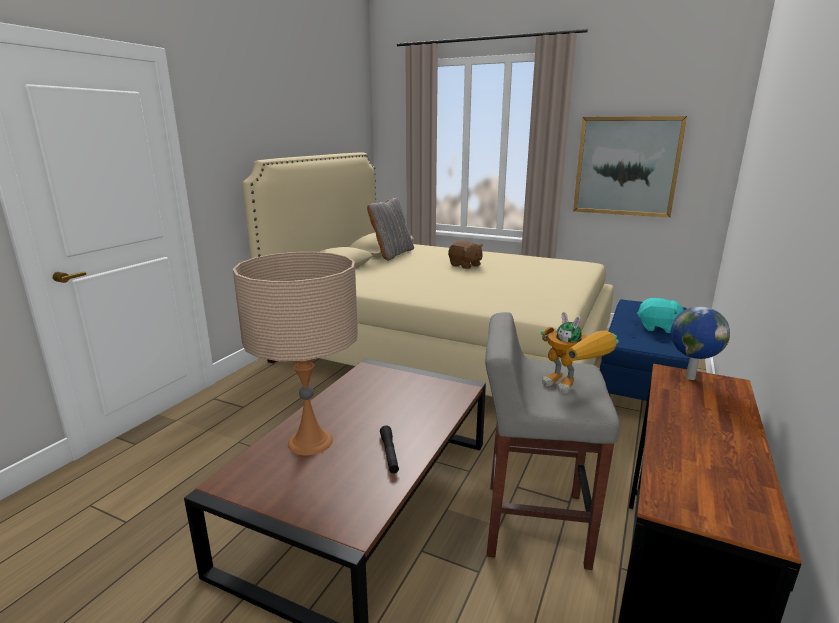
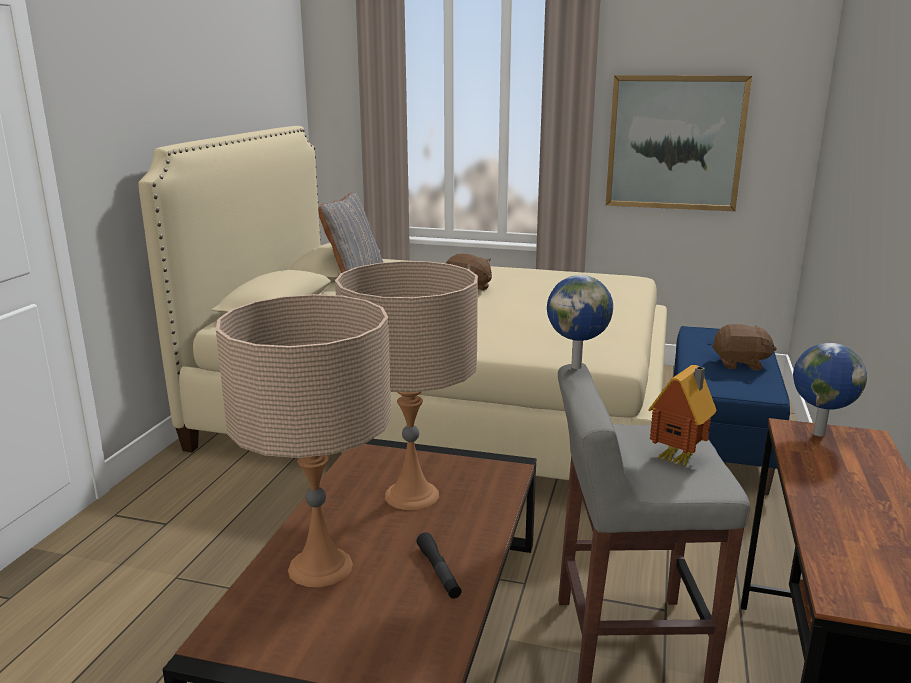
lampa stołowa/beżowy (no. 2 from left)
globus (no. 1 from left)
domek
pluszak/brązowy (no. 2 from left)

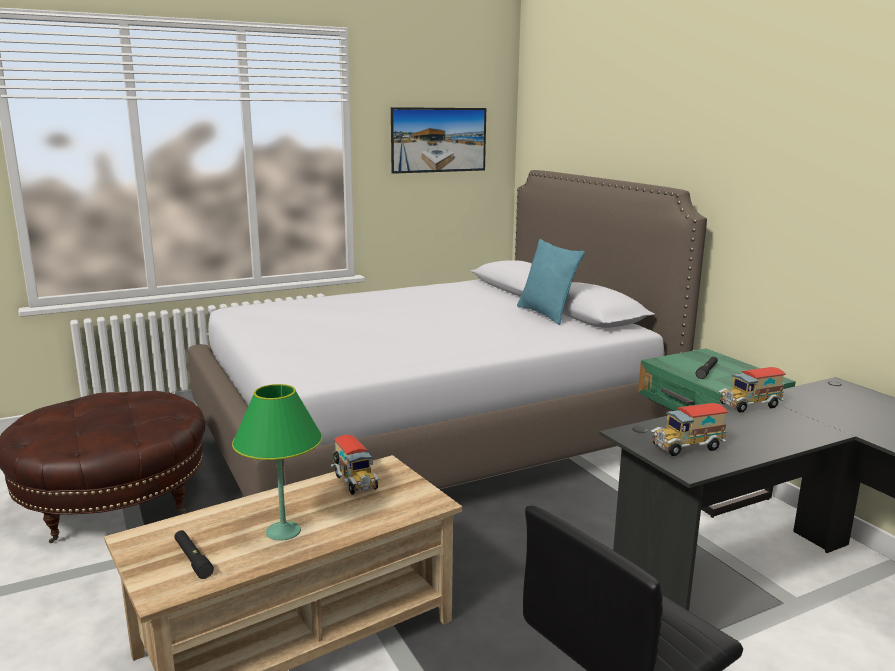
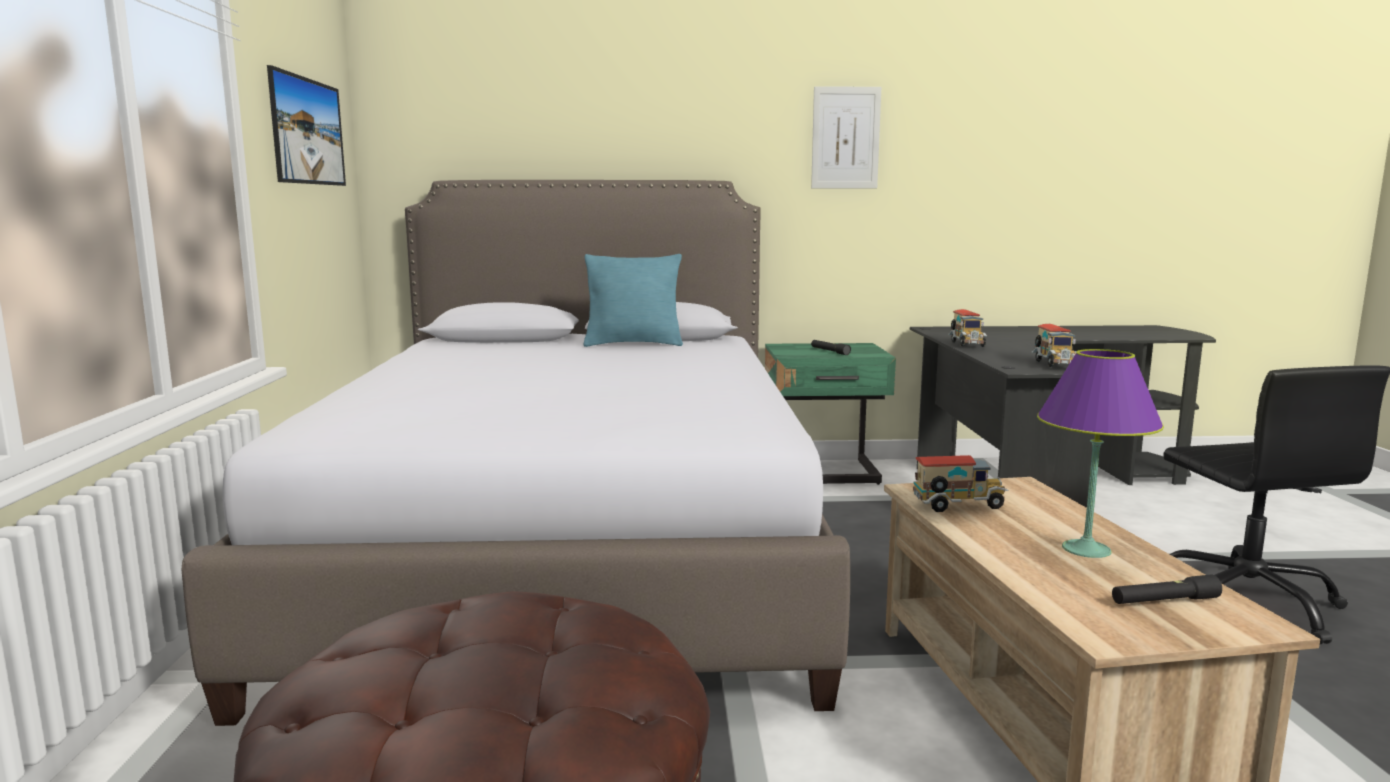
obraz (no. 2 from left)
lampa stołowa/fioletowy

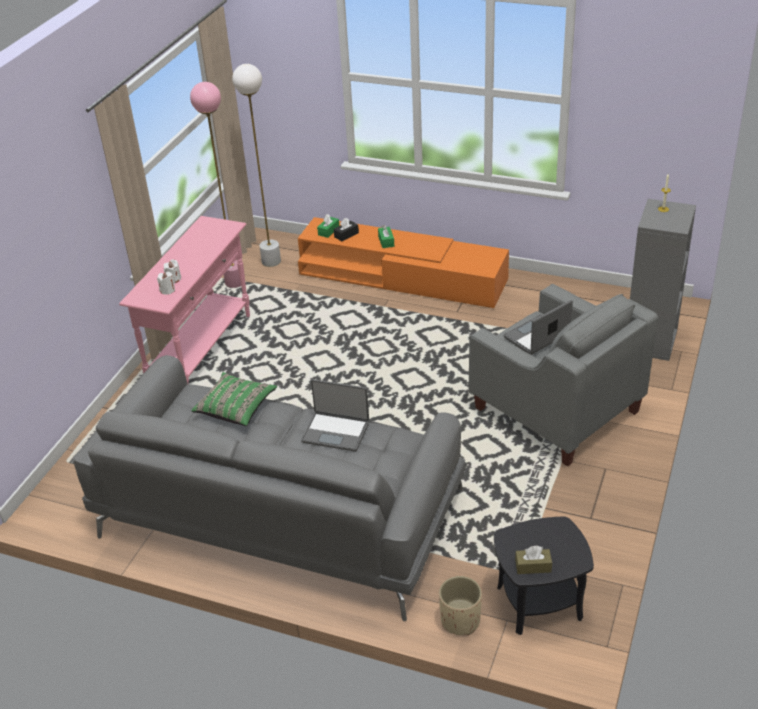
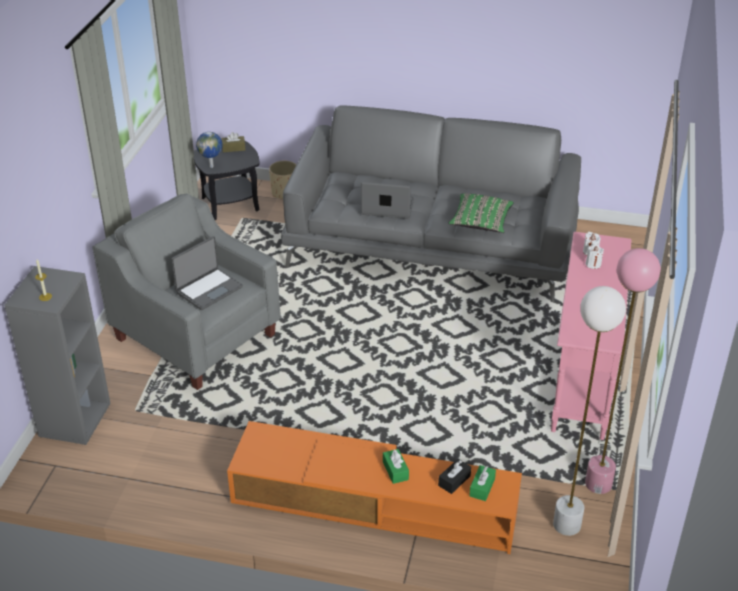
globus

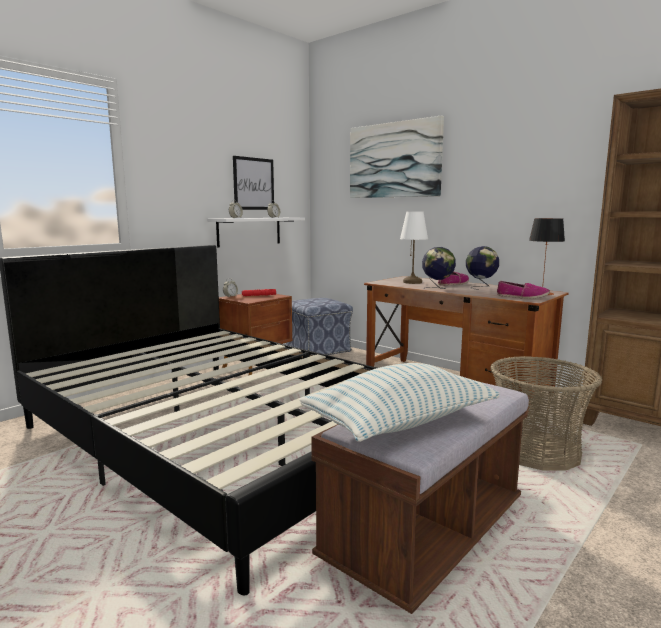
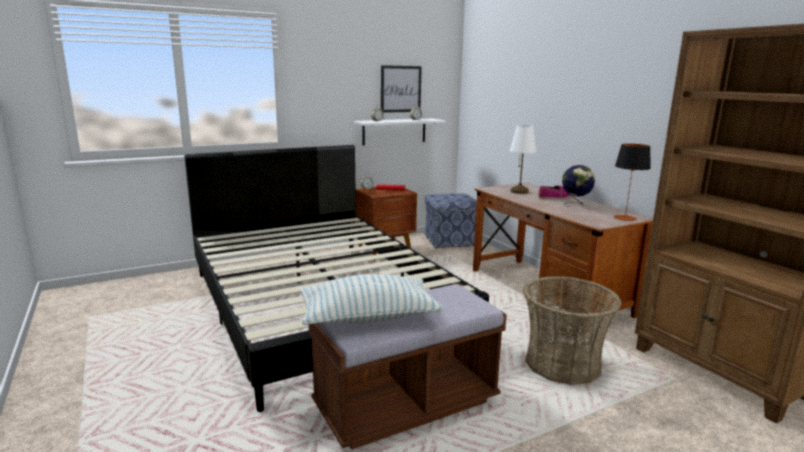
obraz (no. 2 from left in the first image)
globus (no. 1 from left in the first image)
but (no. 2 from left in the first image)

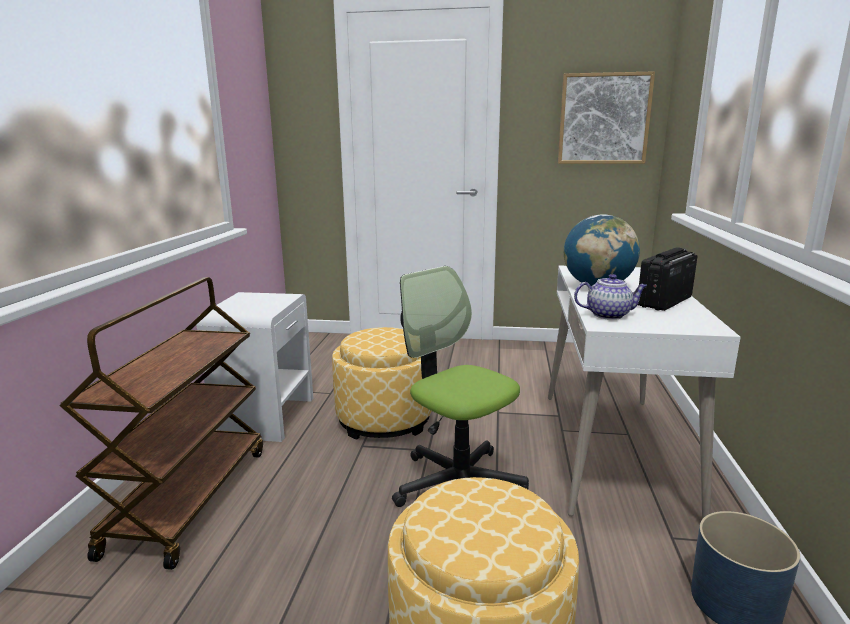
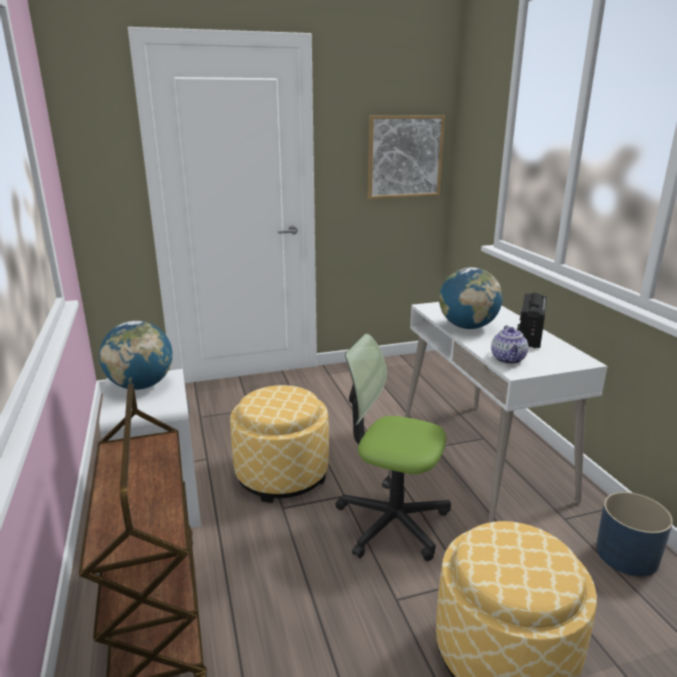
globus (no. 1 from left)
imbryk

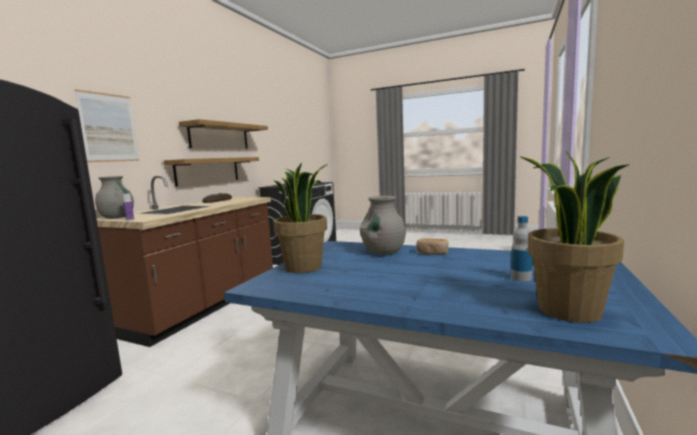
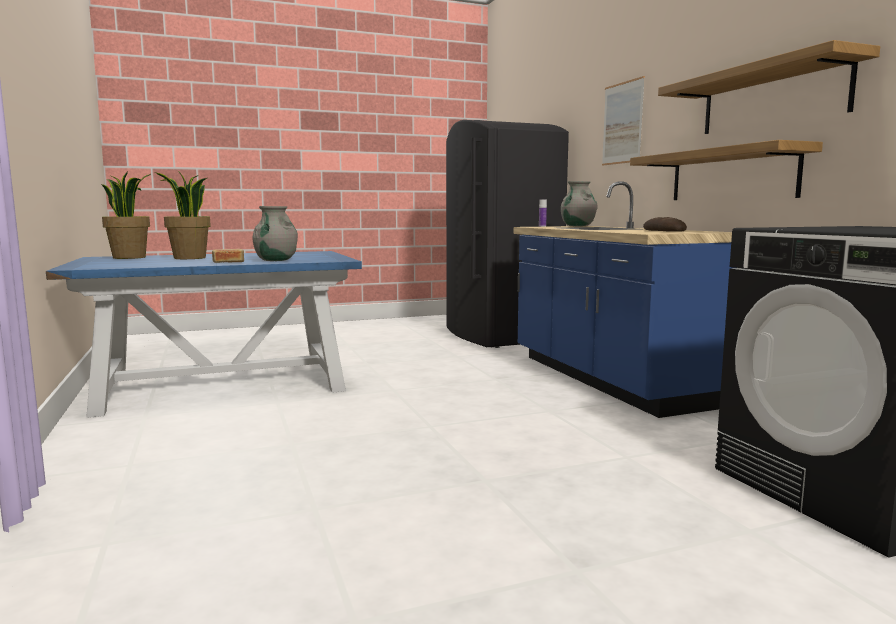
butelka (no. 2 from left in the first image)
roślina doniczkowa (no. 2 from left)
zabudowa kuchenna/niebieski

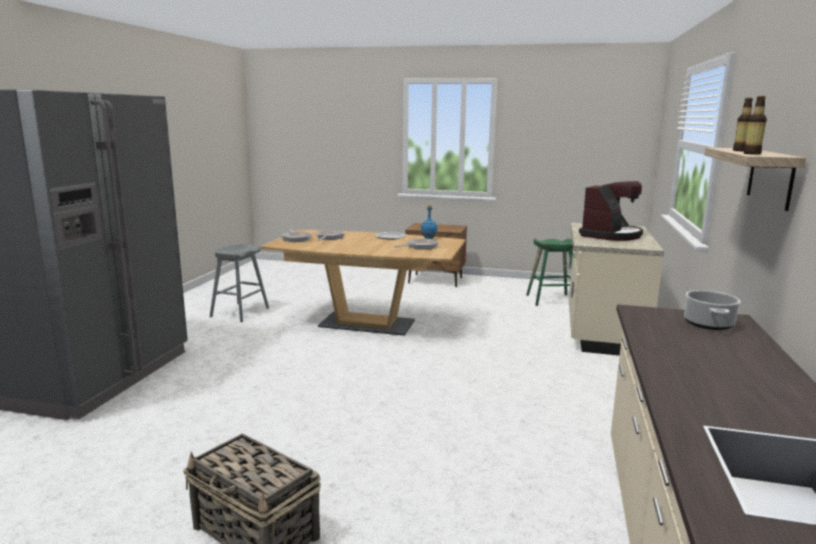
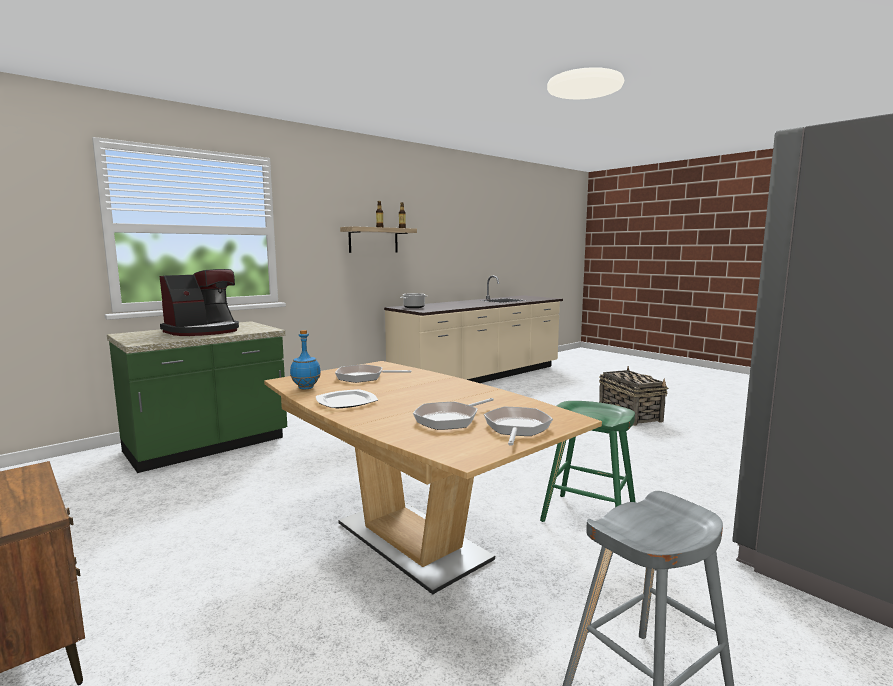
stołek/zielony
zabudowa kuchenna/zielony
ekspres do kawy

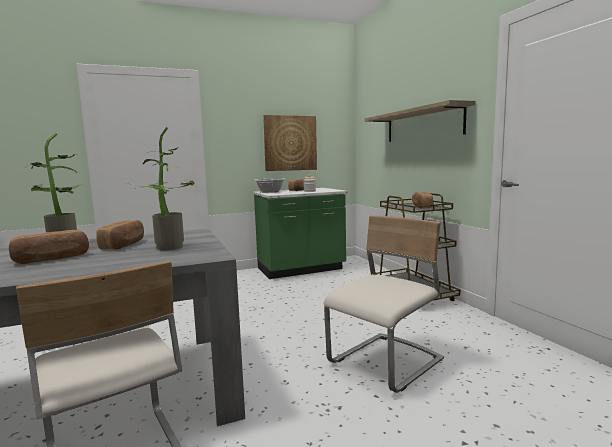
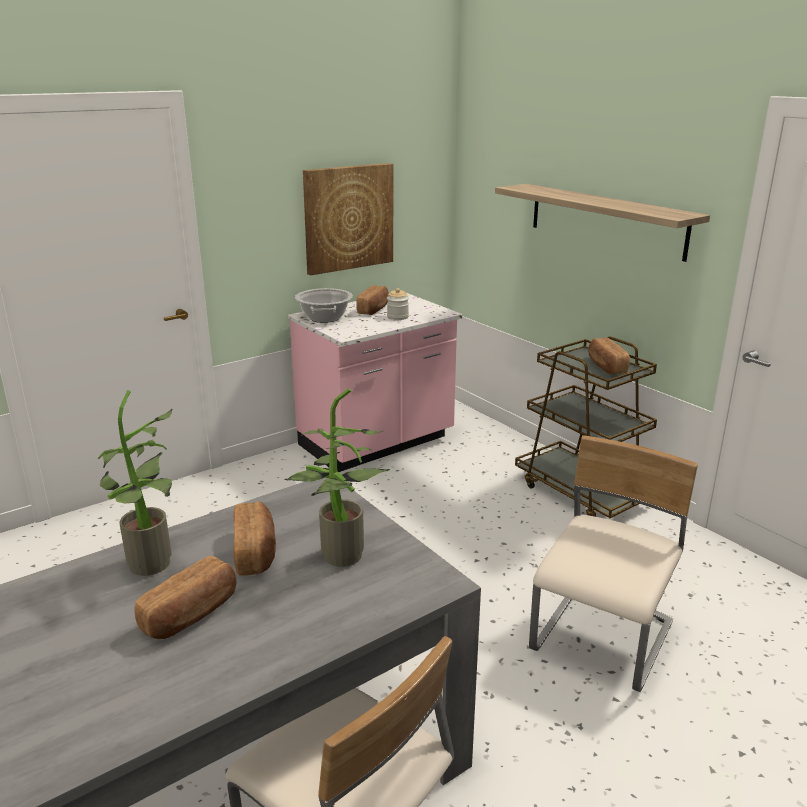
zabudowa kuchenna/różowy

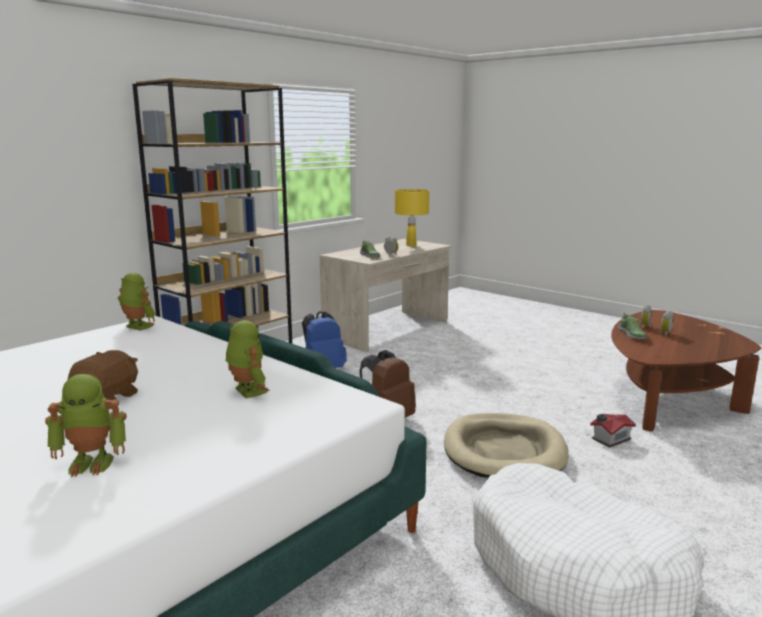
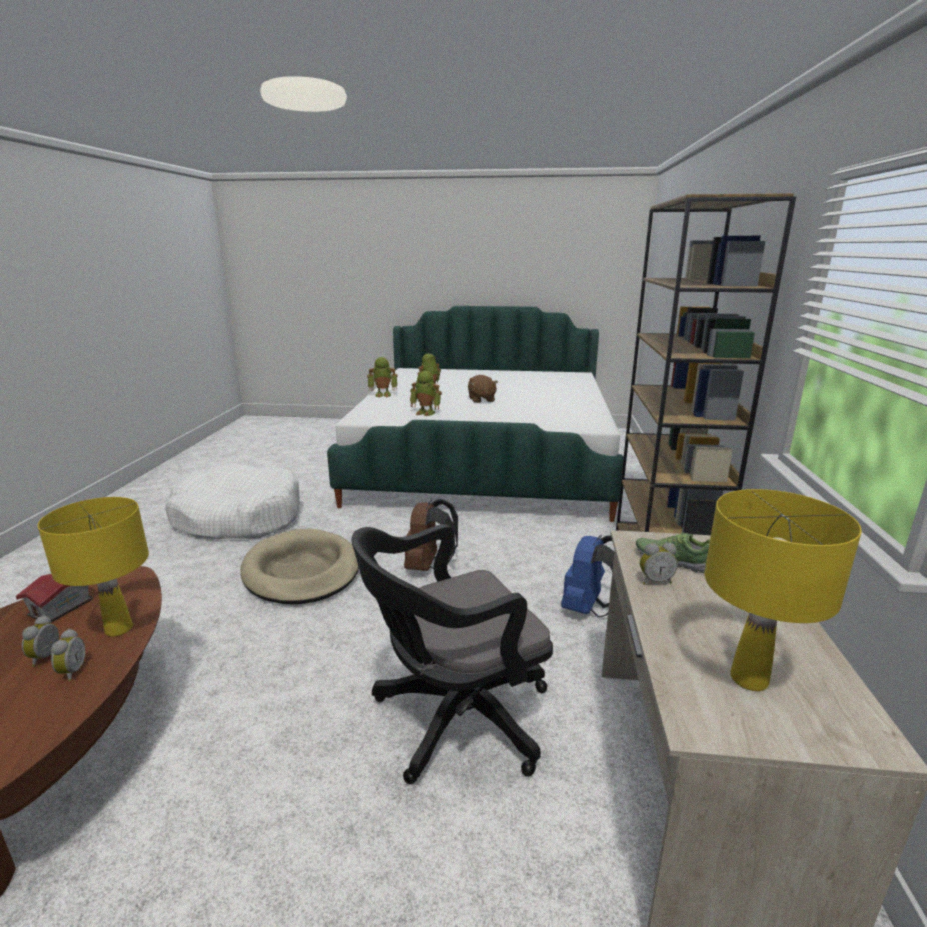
krzesło biurowe/czarny
robot zabawkowy (no. 1 from left)
domek
lampa stołowa/żółty (no. 1 from left)

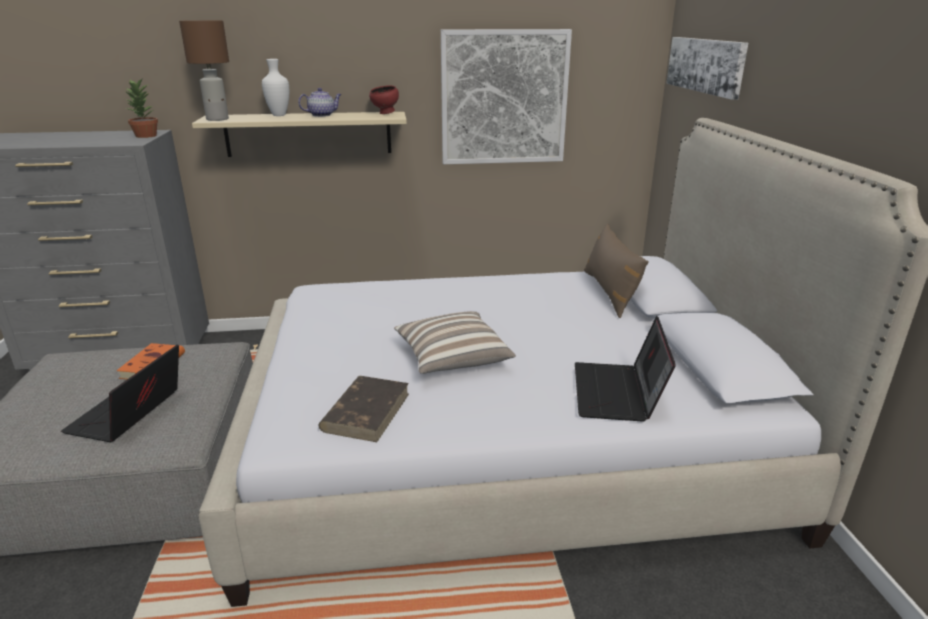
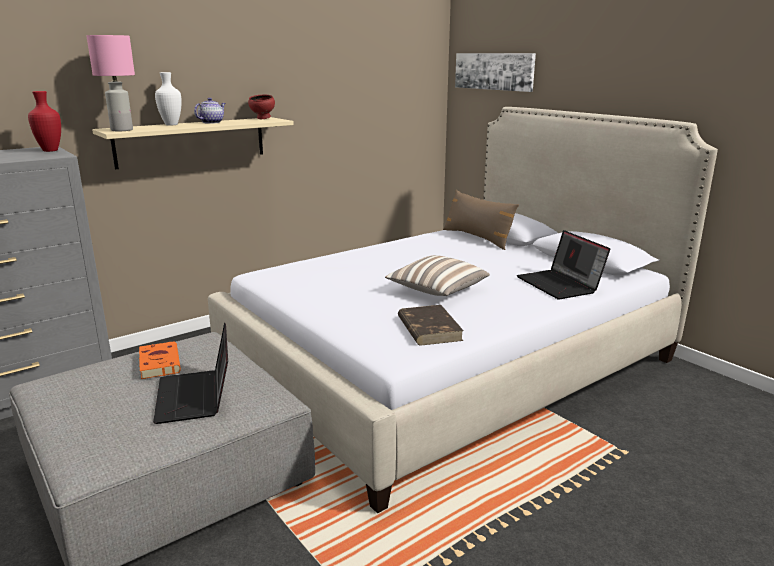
obraz (no. 1 from left in the first image)
wazon/czerwony
lampa stołowa/różowy

